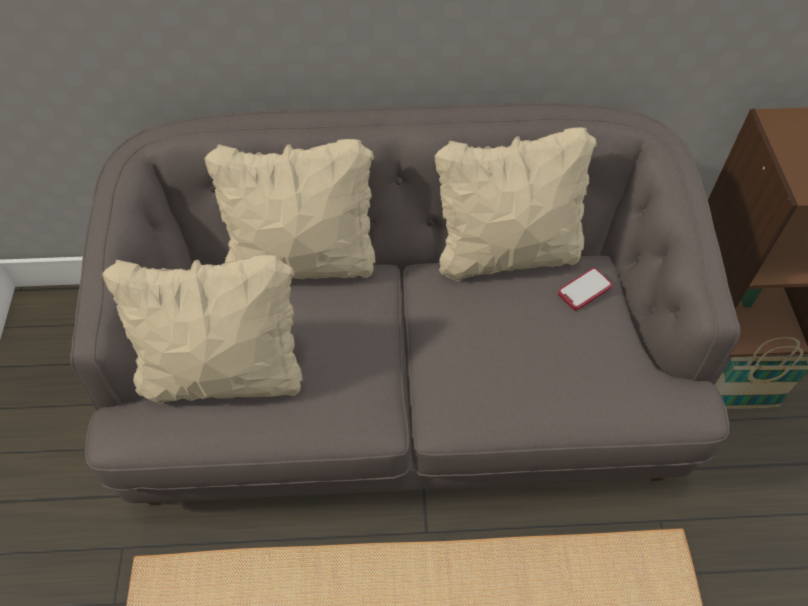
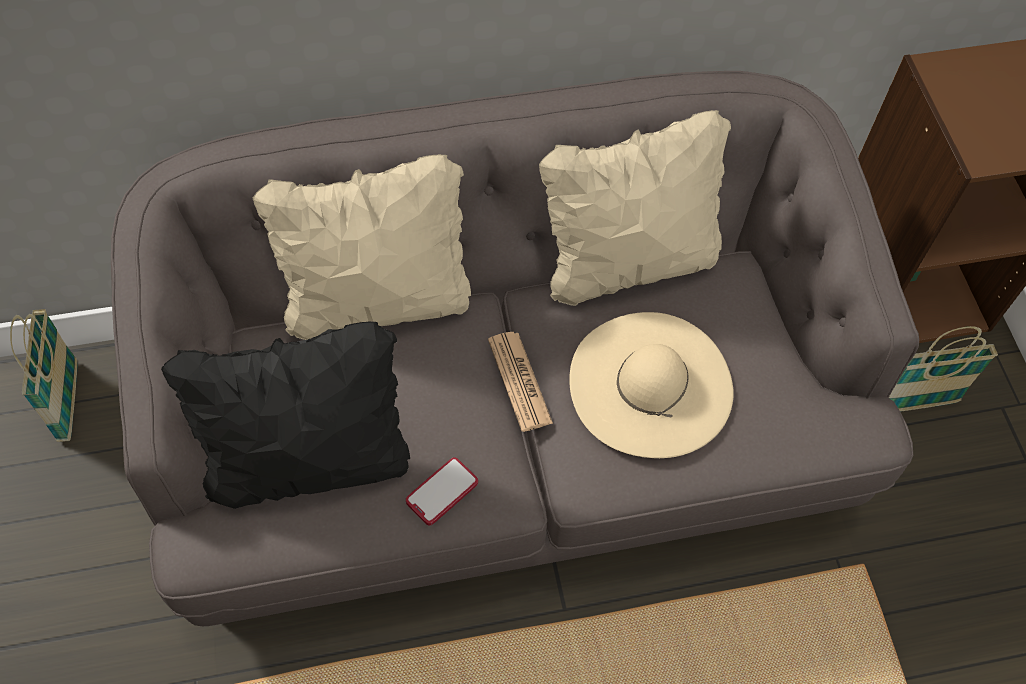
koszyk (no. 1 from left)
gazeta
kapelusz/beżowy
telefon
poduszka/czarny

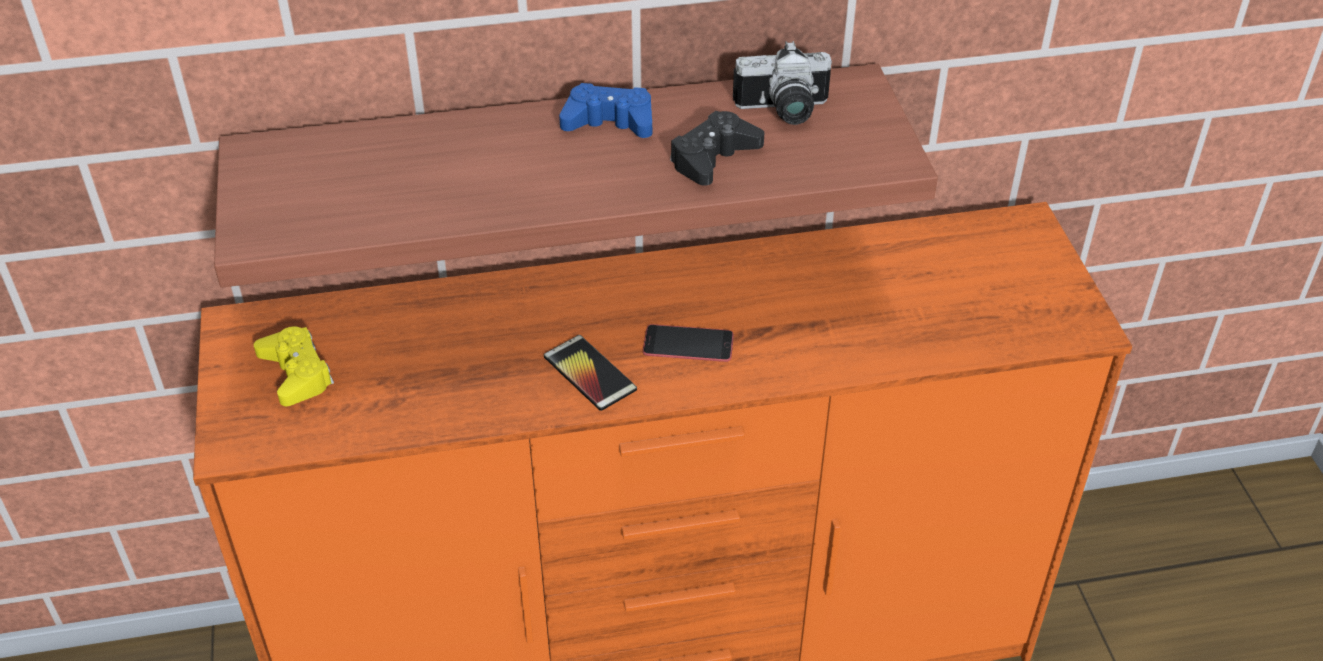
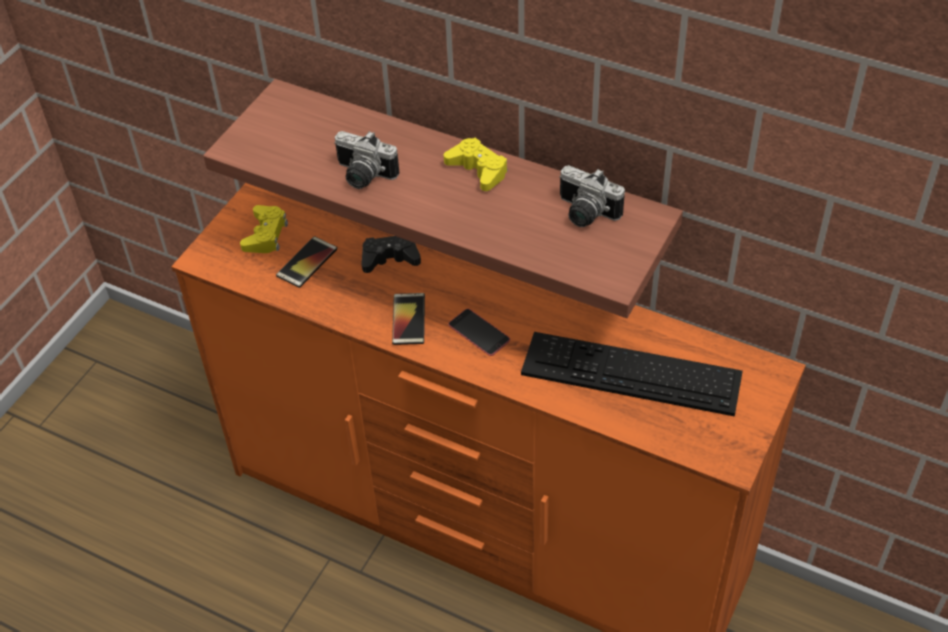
telefon (no. 1 from left)
aparat fotograficzny (no. 1 from left)
klawiatura
pad do gier/czarny
pad do gier/żółty (no. 2 from left)

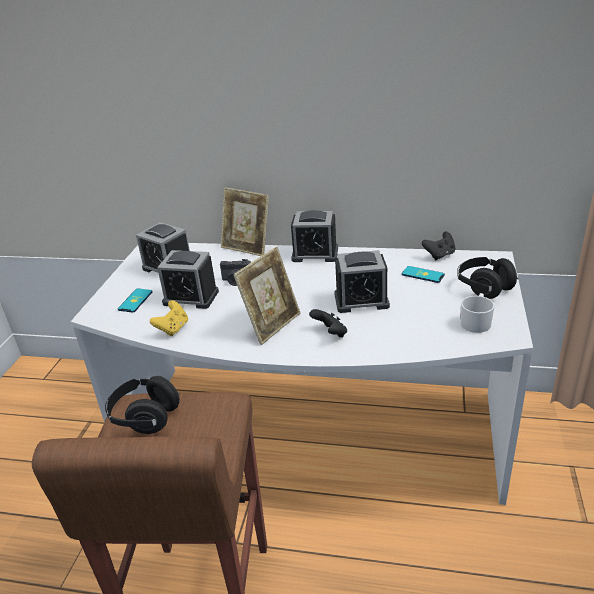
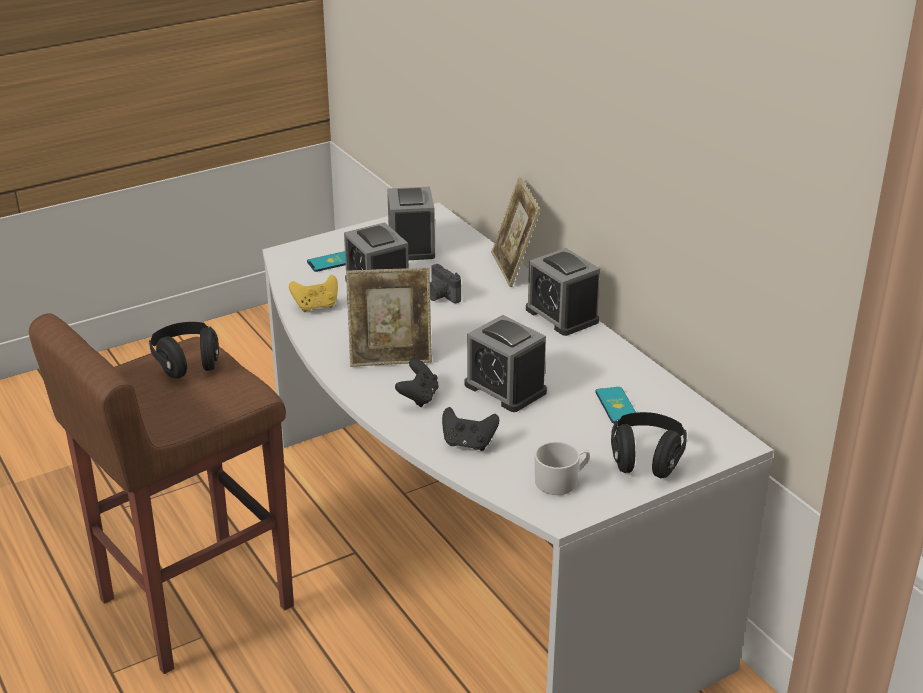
pad do gier/czarny (no. 2 from left)

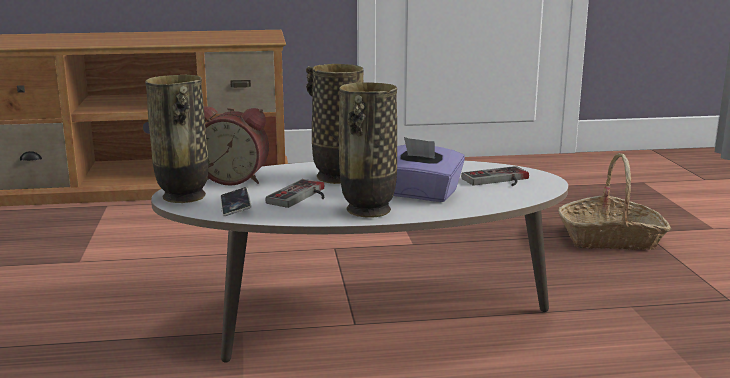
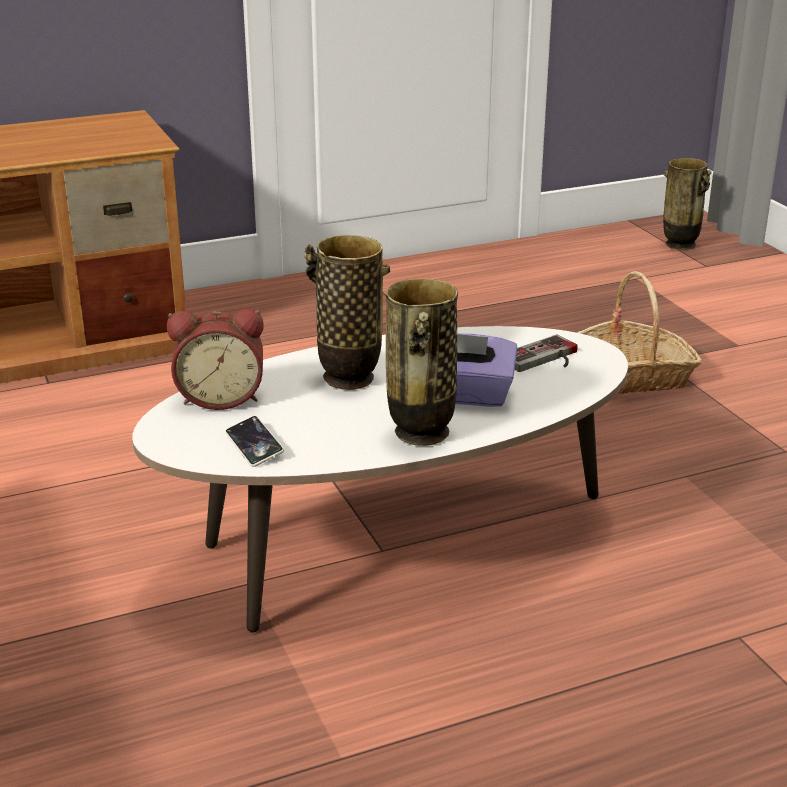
pad do gier (no. 1 from left in the first image)
wazon (no. 3 from left)

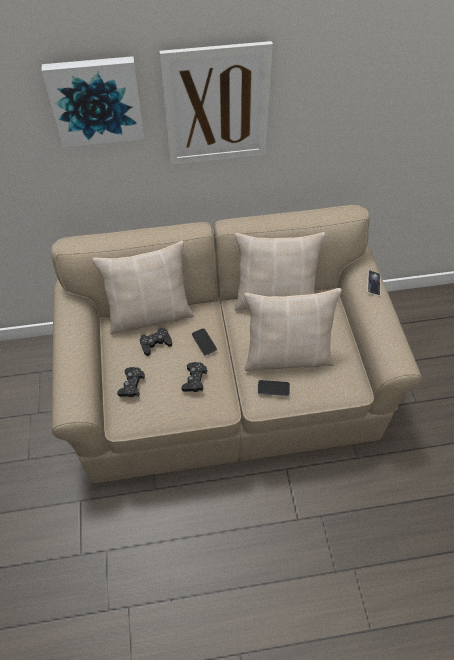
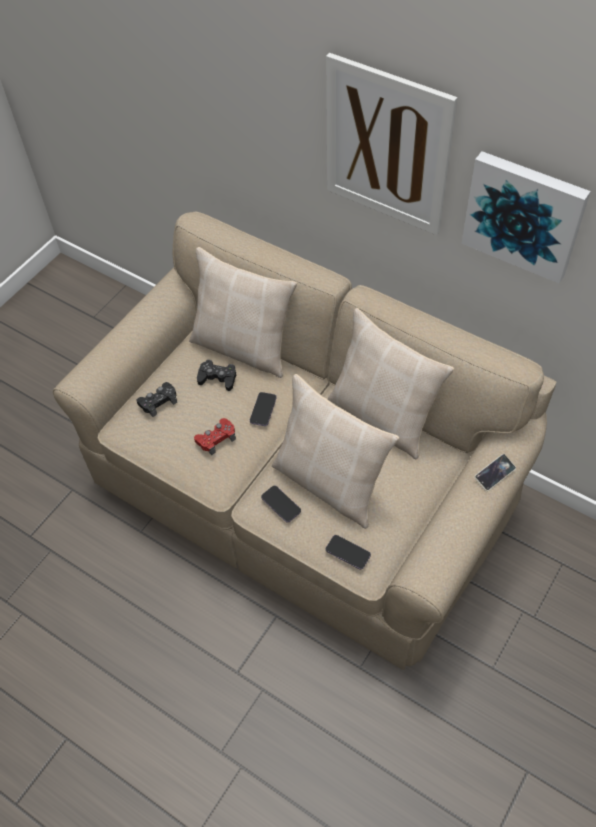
telefon (no. 3 from left)
obraz (no. 2 from left)
pad do gier/czerwony

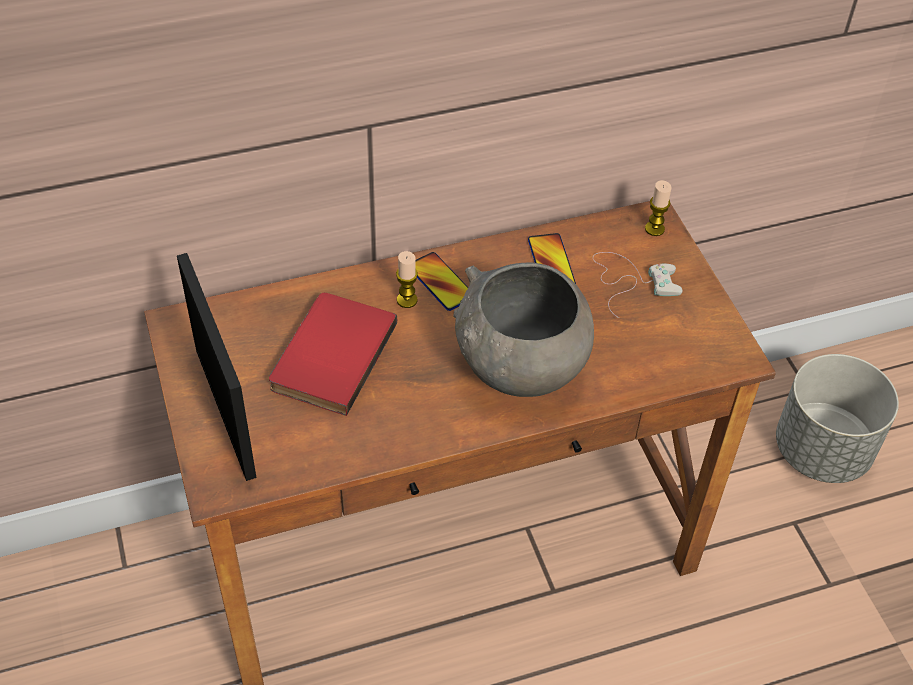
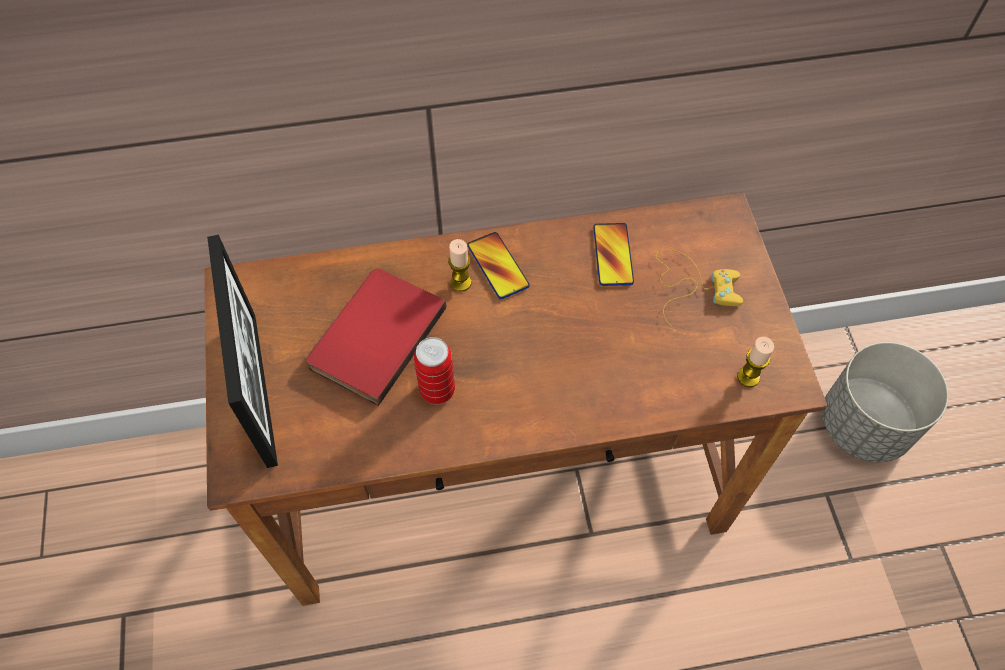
miska/szary
puszka
świeca (no. 2 from left)
pad do gier/żółty

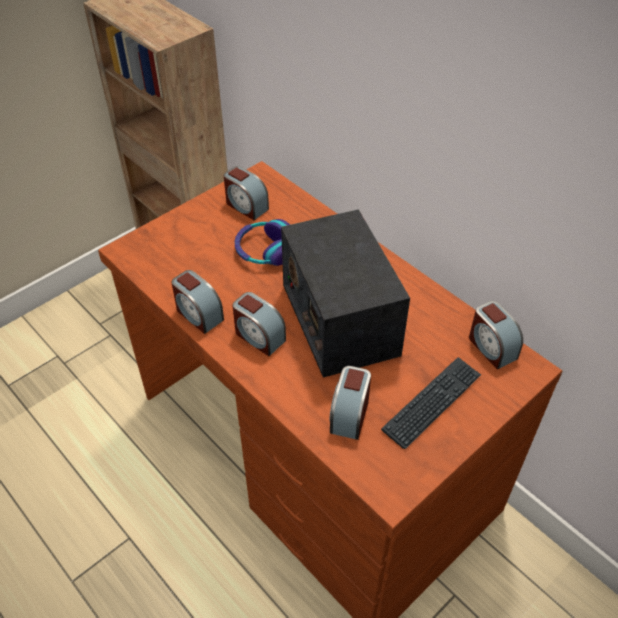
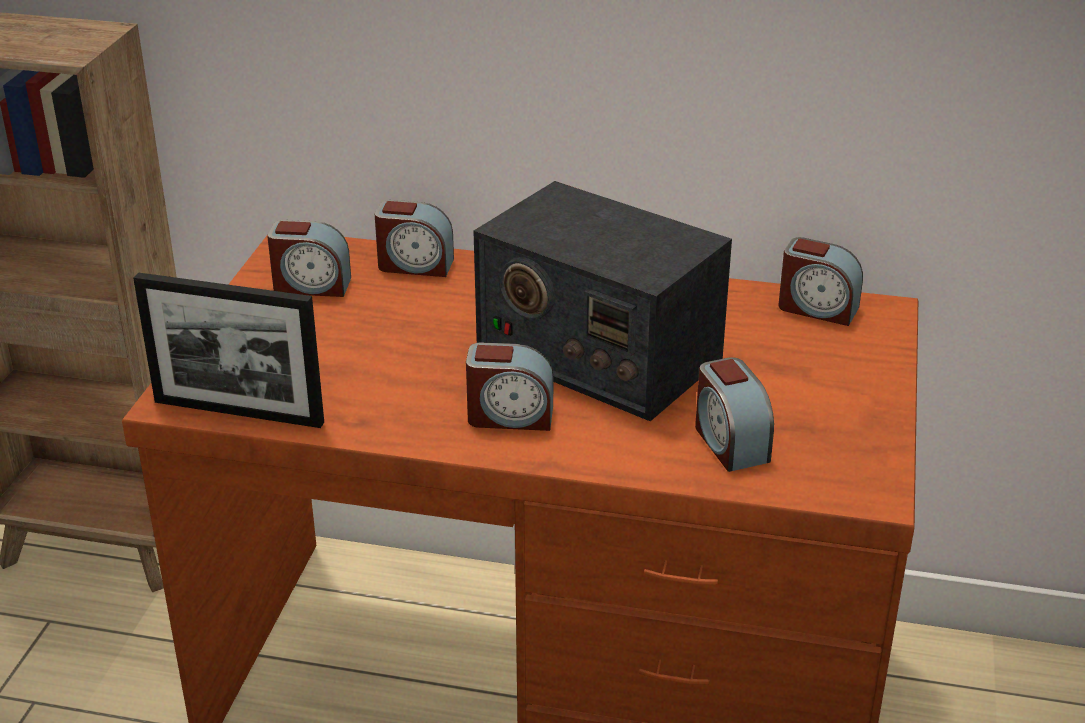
słuchawki
klawiatura
ramka na zdjęcie
budzik (no. 2 from left)

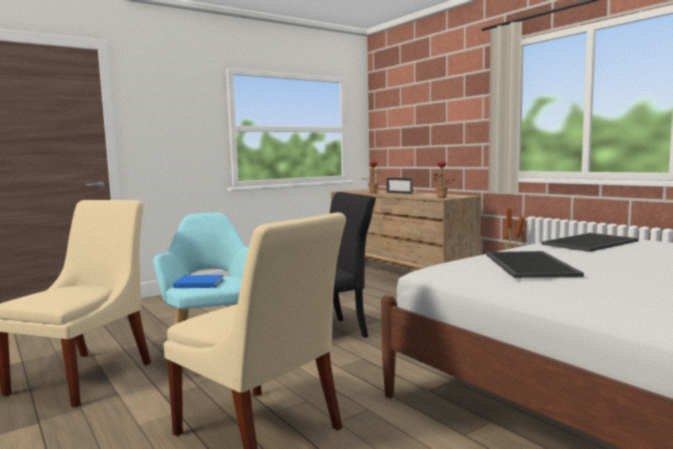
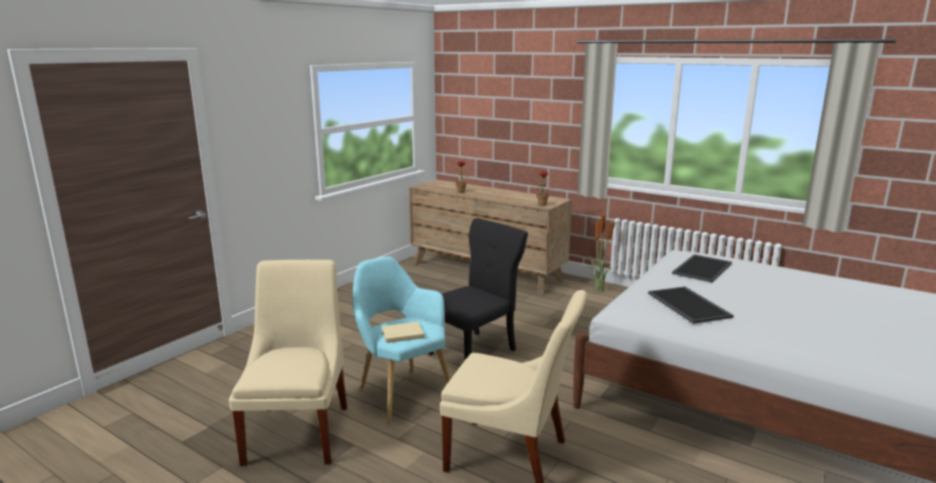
ramka na zdjęcie
książka/beżowy

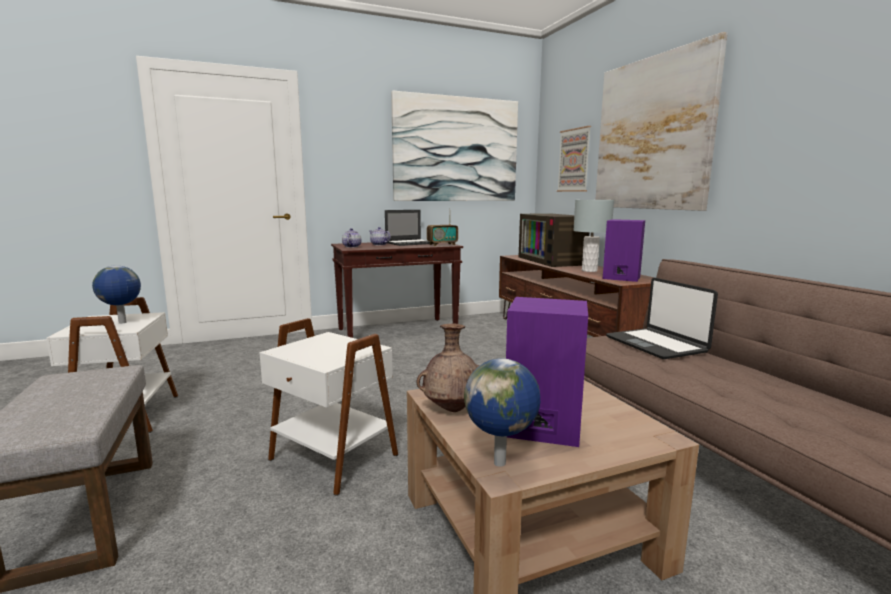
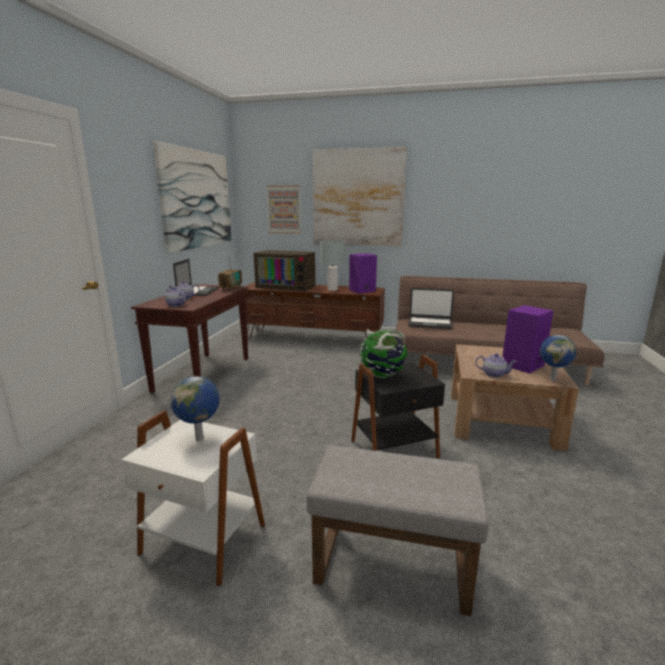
globus (no. 2 from left)
imbryk (no. 3 from left)
stolik/czarny

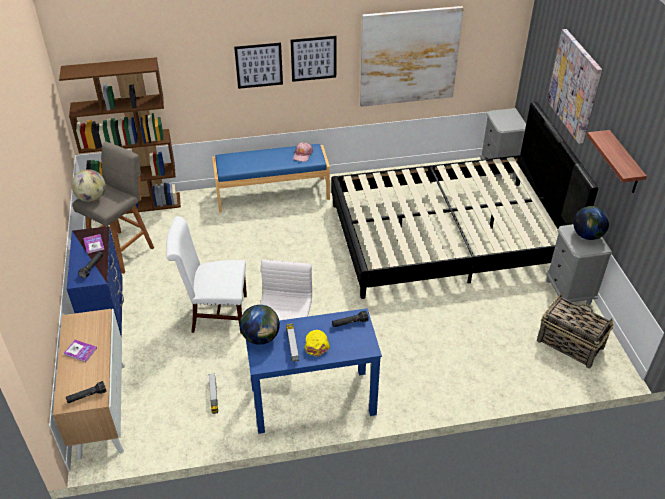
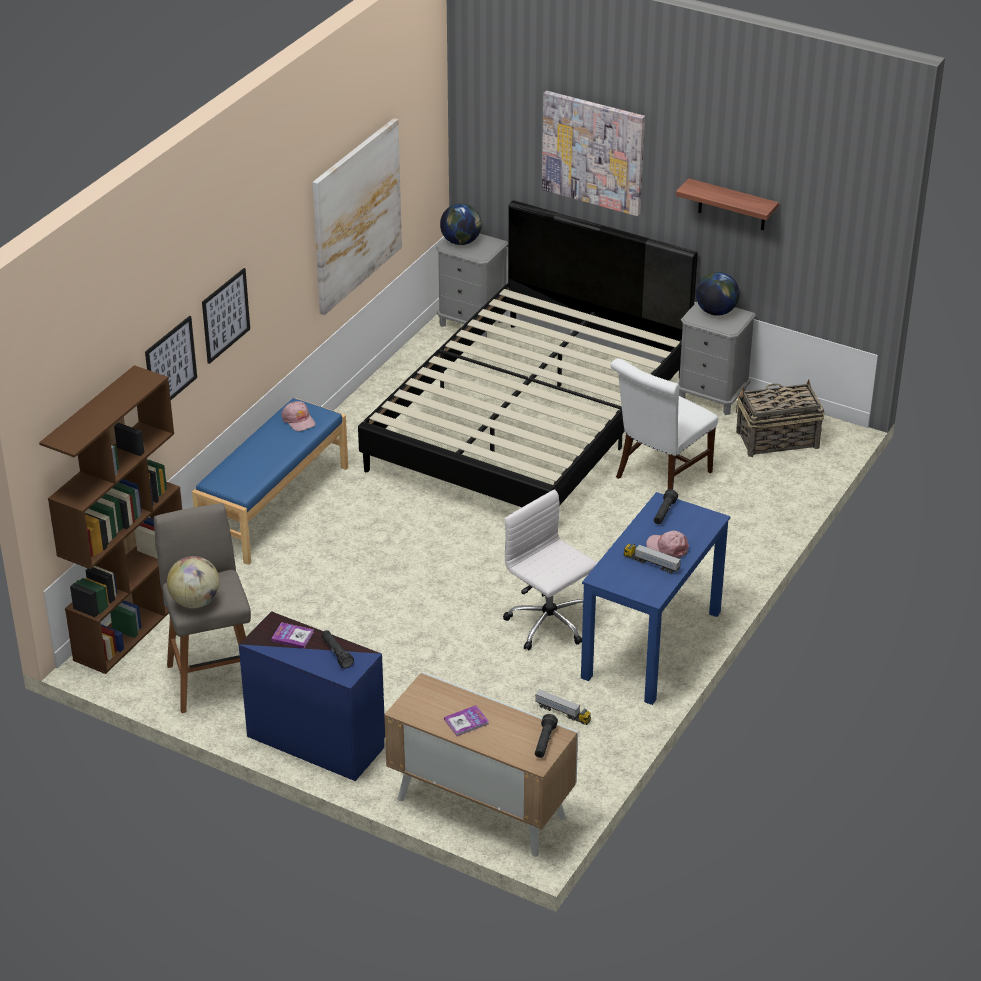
krzesło/biały
globus (no. 2 from left)
obraz (no. 1 from left)
czapka z daszkiem/różowy (no. 2 from left)

